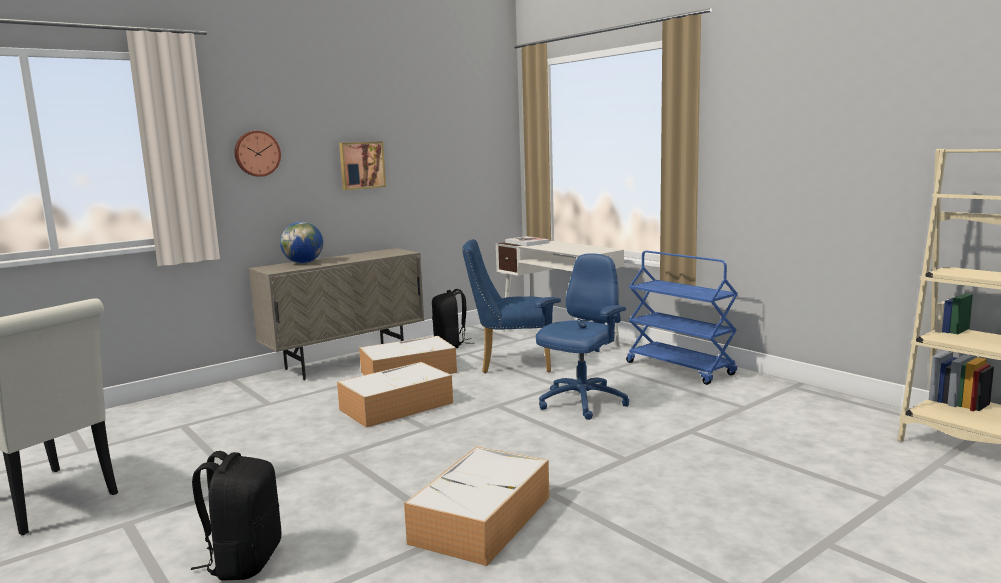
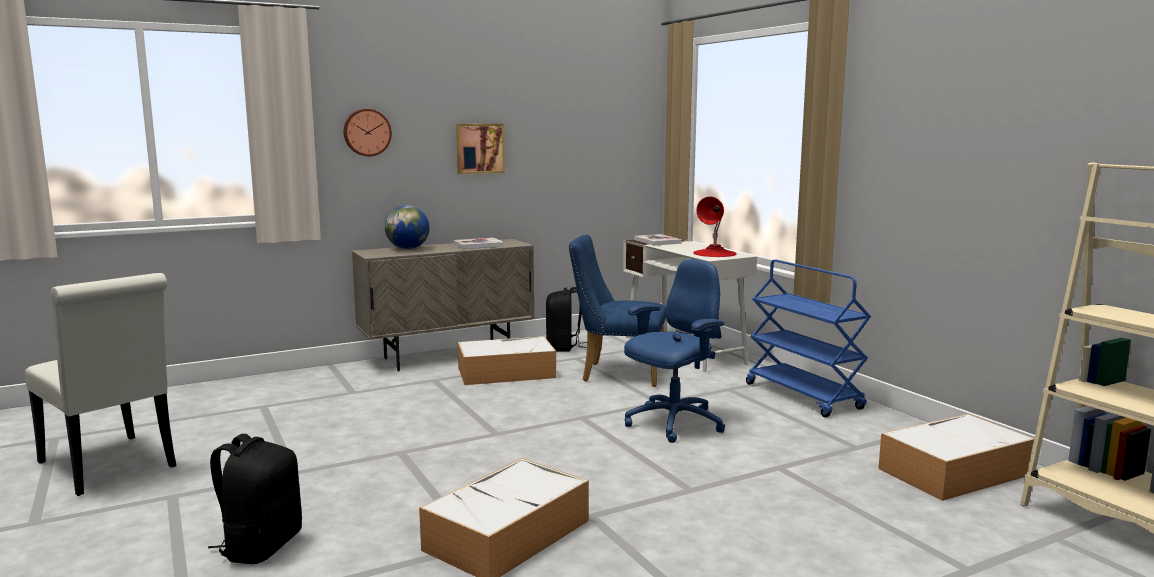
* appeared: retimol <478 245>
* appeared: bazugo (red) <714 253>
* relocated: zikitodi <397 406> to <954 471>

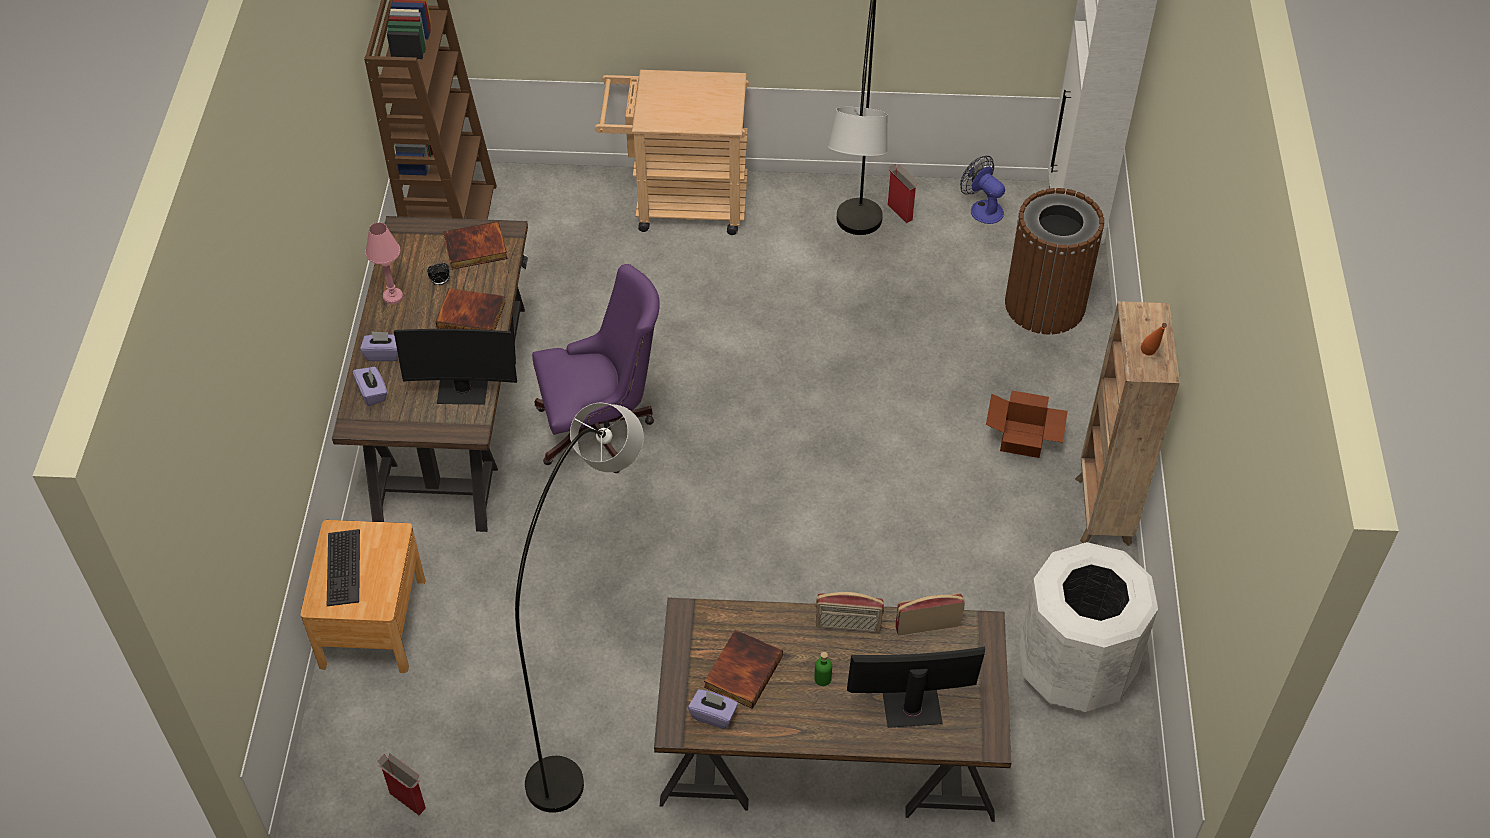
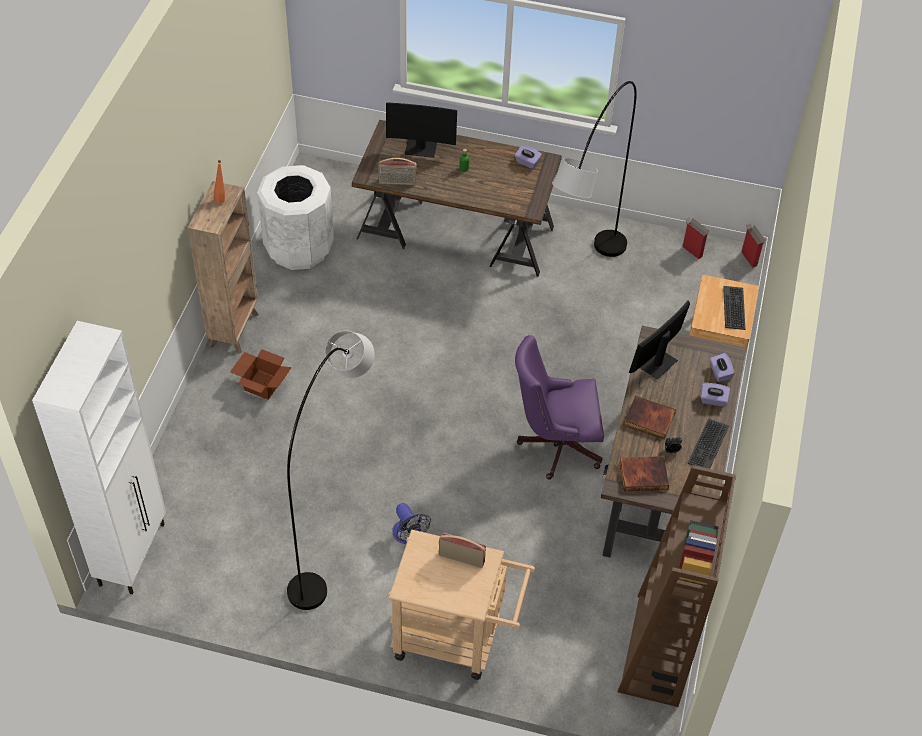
* relocated: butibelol <982 208> to <408 536>
* relocated: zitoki <848 626> to <462 558>
* spun: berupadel <463 390> = <656 364> 60 degrees counterclockwise
* exchanged: bazugo (pink) <393 297> to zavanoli <707 444>
* relocated: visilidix <900 213> to <748 258>
* missing: retimol <742 670>
* missing: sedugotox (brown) <1044 304>

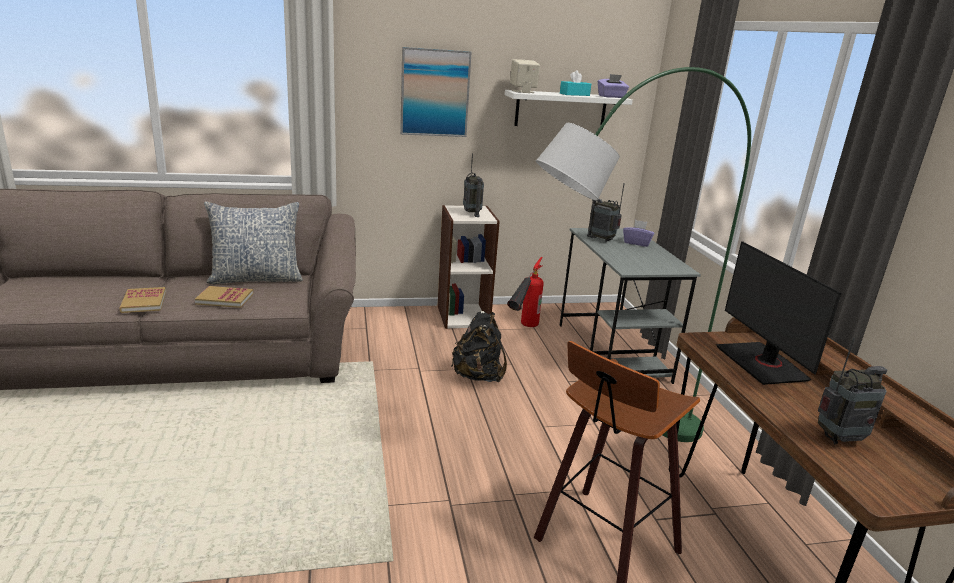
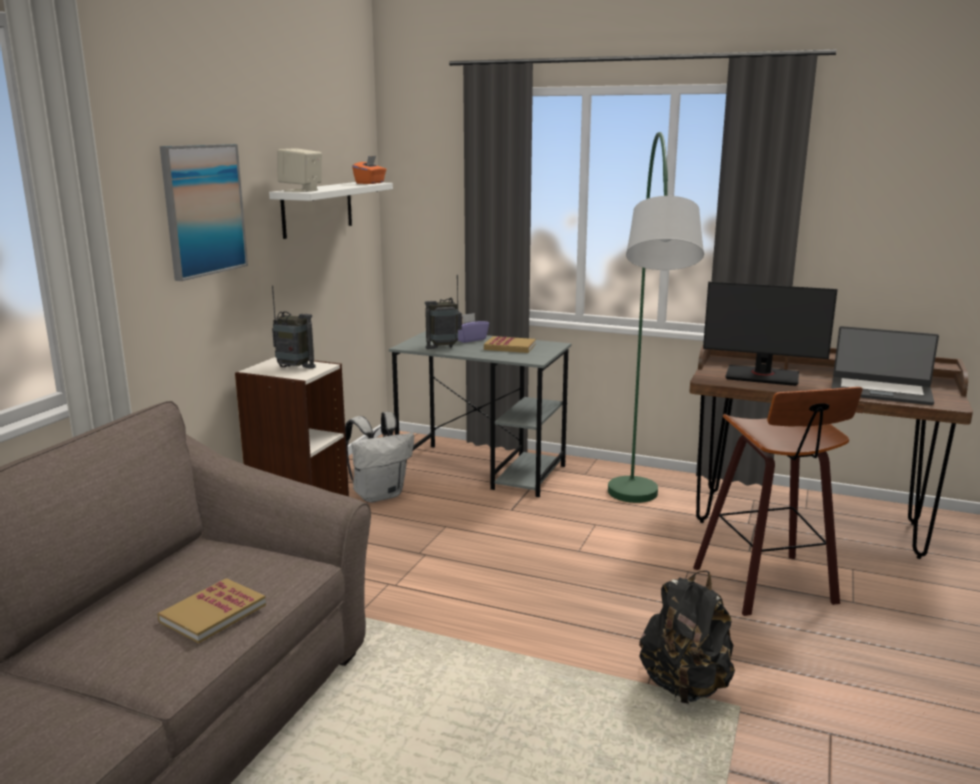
* exchanged: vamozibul <522 329> to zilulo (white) <379 494>
* colour: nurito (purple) <611 97> to nurito (orange) <370 183>
* relocated: retimol <144 302> to <509 347>
* relocated: zilulo (black) <478 376> to <685 686>
* exchanged: zitoki <839 439> to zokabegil <880 391>
* missing: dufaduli <256 278>
* missing: nurito (turquoise) <574 94>

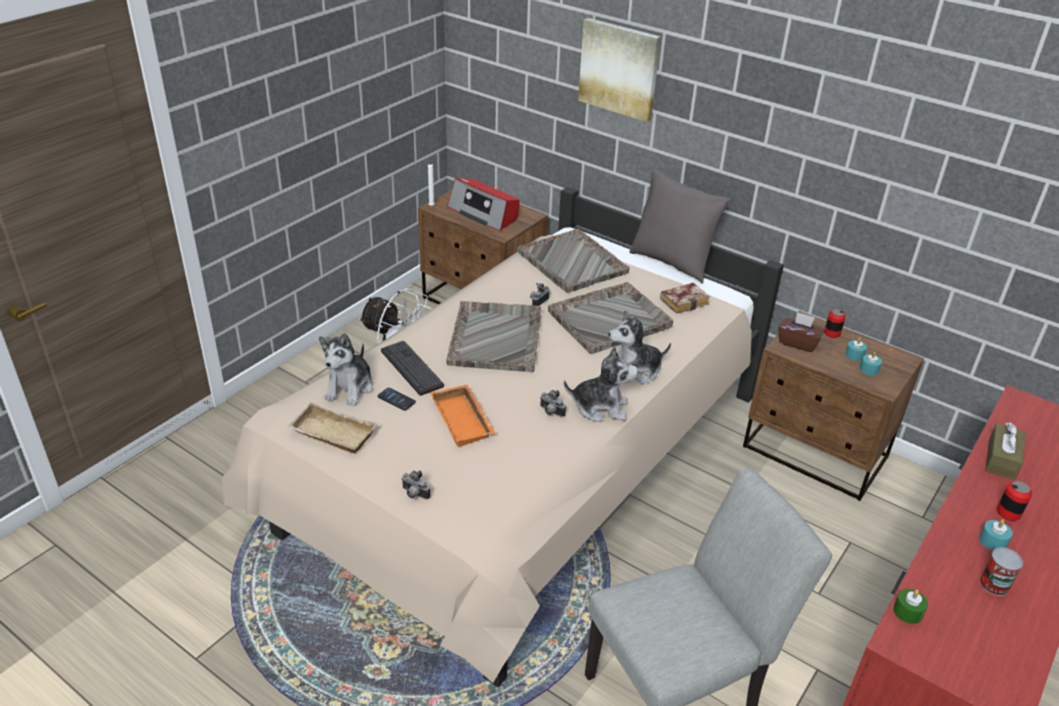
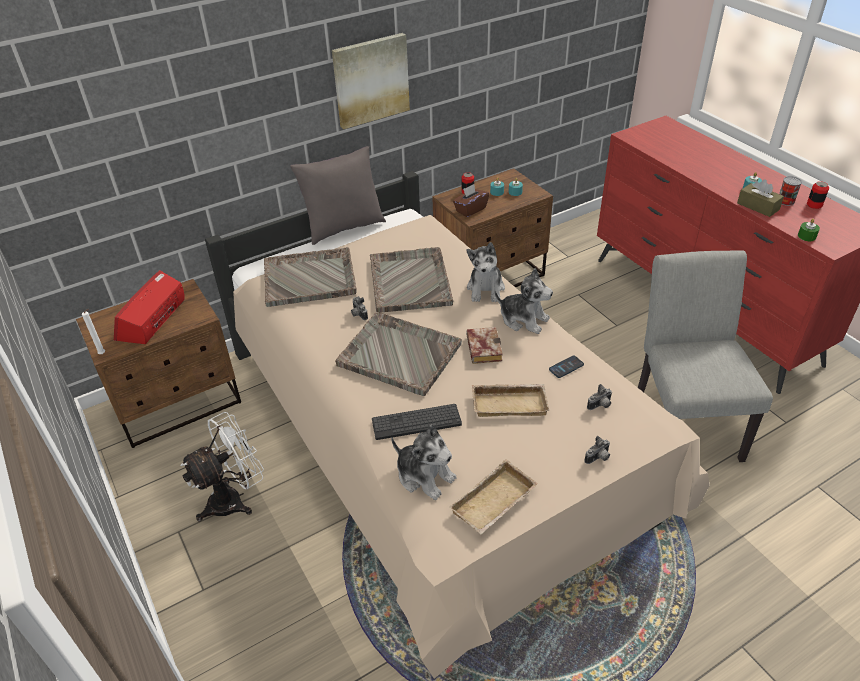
* spun: zitoki <484 213> = <152 319> 135 degrees clockwise
* relocated: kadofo <619 69> to <370 80>
* relocated: retimol <684 301> to <482 348>
* colour: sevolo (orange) <464 420> to sevolo (beige) <510 403>
* spun: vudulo <600 407> = <523 319> 90 degrees clockwise
* relocated: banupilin <396 399> to <566 367>
* relocated: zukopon <550 412> to <600 406>
* relocated: nurito (brown) <1001 459> to <758 206>
* relocated: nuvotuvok <1008 513> to <814 205>

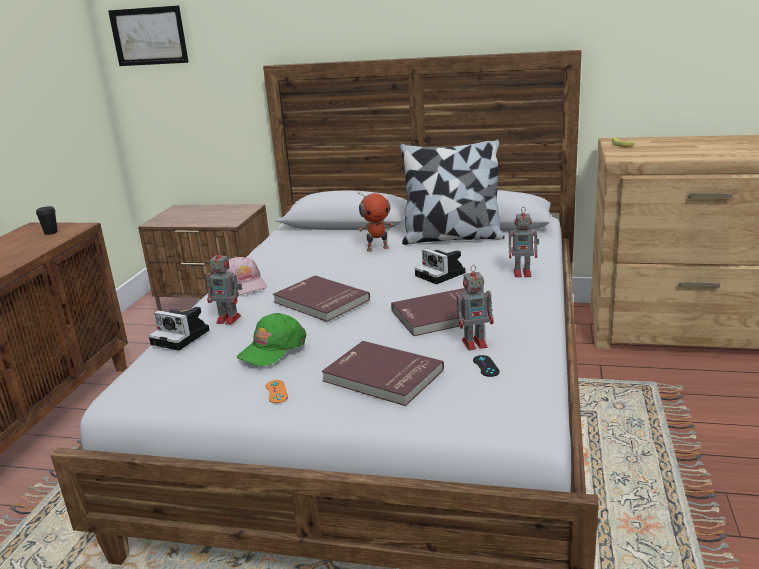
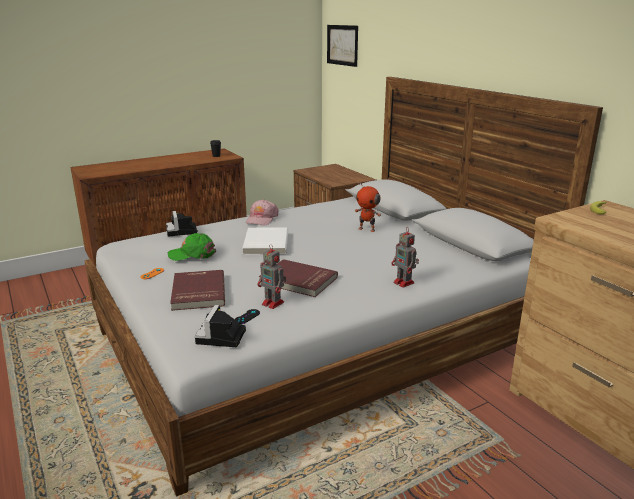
* relocated: zukopon <442 274> to <221 338>
* colour: retimol (red) <320 302> to retimol (white) <265 243>
* missing: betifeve <230 319>
* missing: dufaduli <452 237>

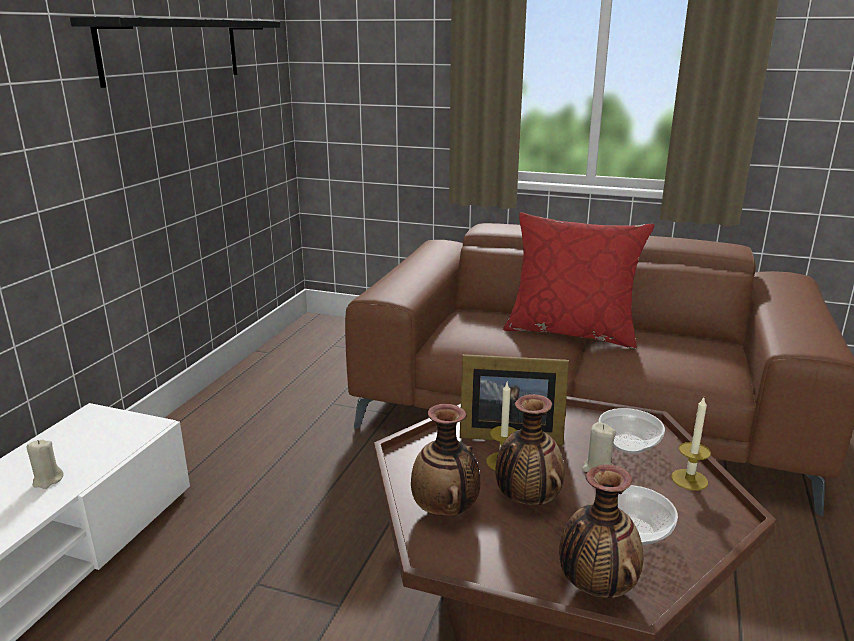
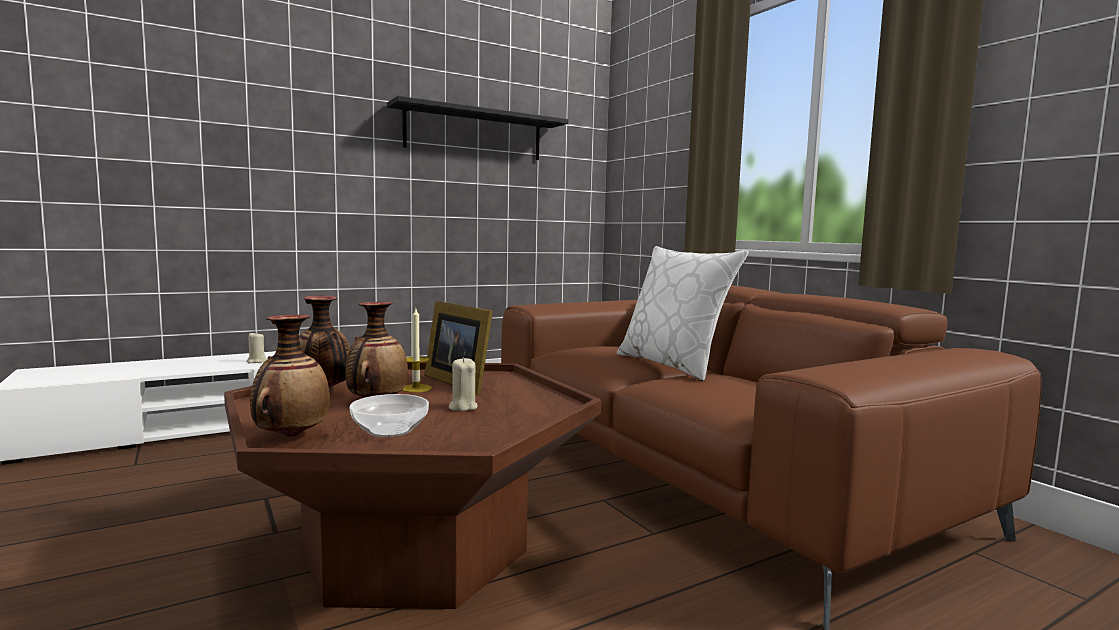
* colour: dufaduli (red) <571 332> to dufaduli (white) <673 365>
* missing: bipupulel <627 443>
* missing: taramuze <689 479>

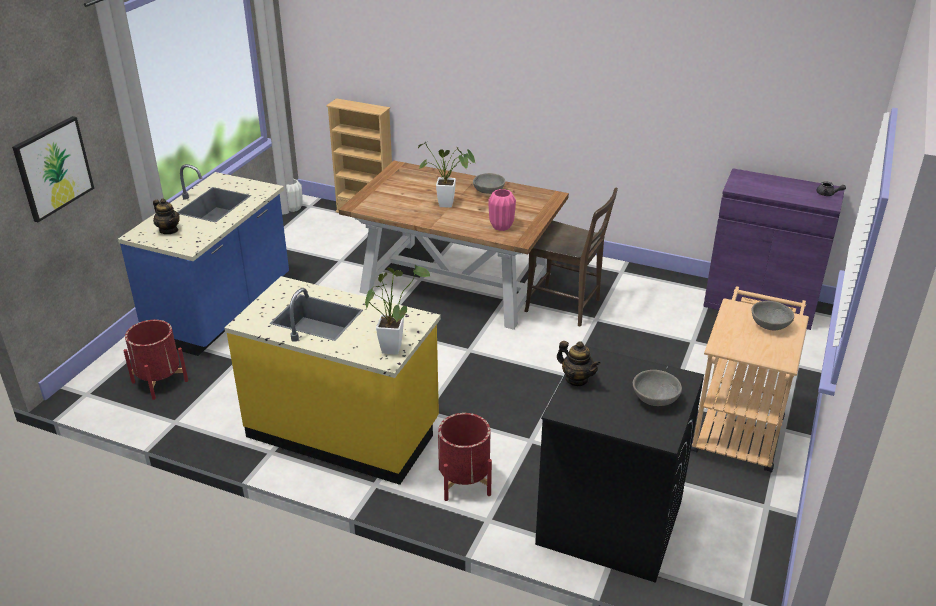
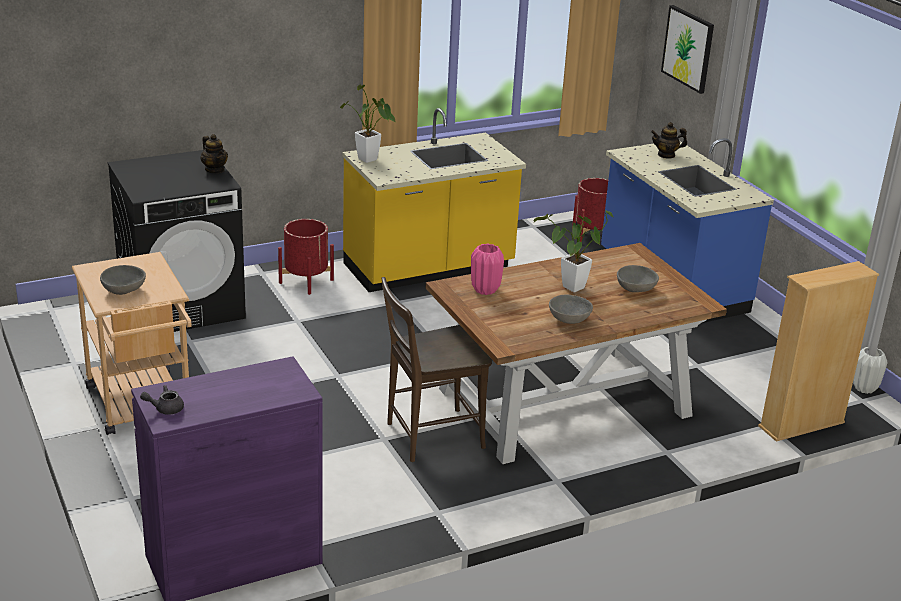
* spun: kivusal <577 379> = <214 170> 120 degrees counterclockwise
* relocated: bipupulel (grey) <655 399> to <635 289>

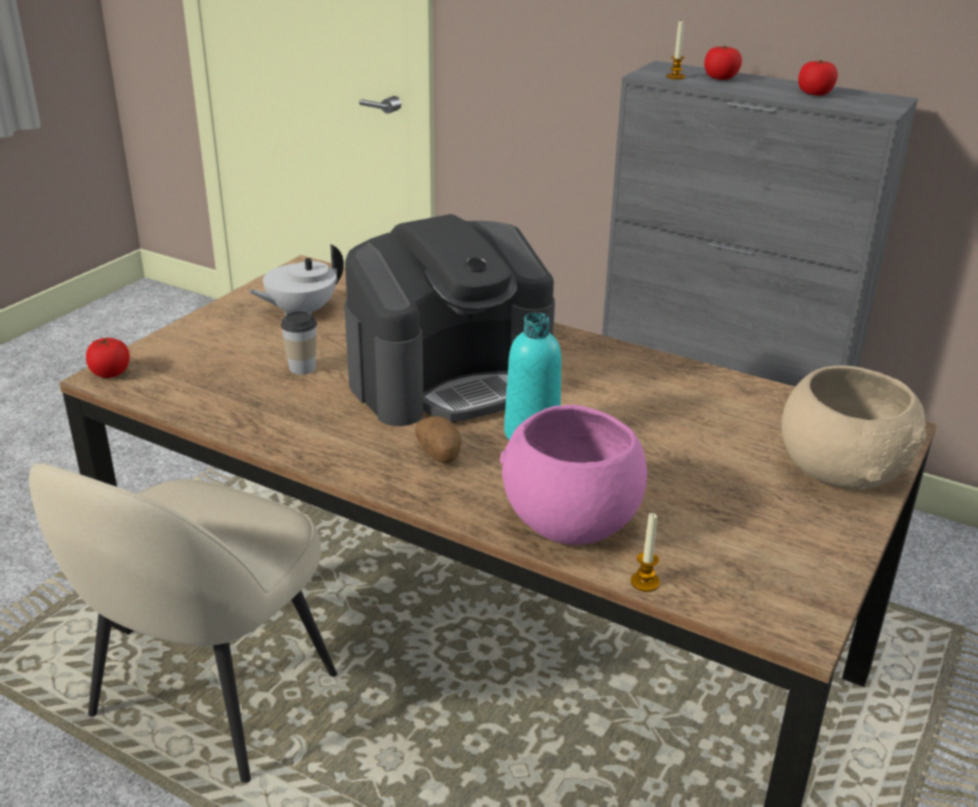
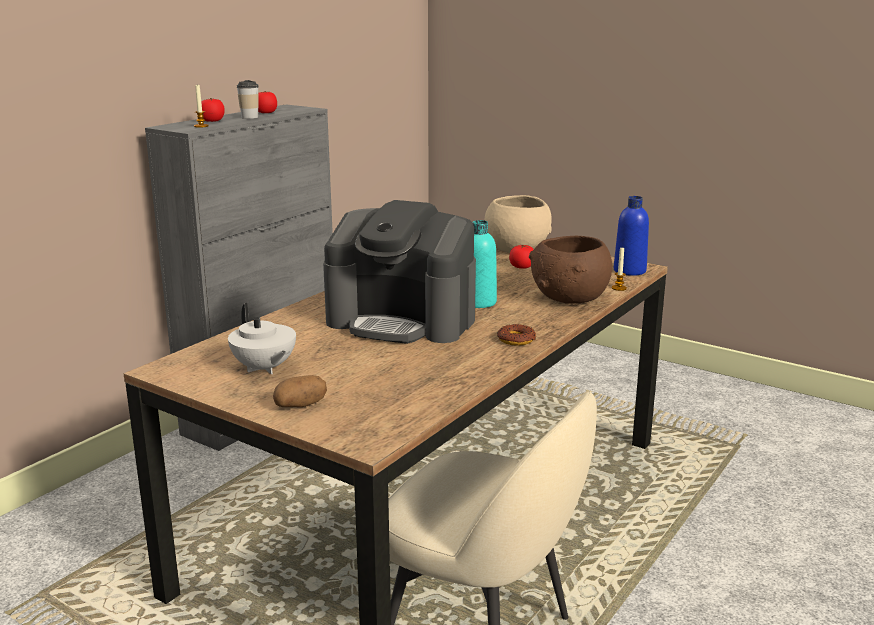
* relocated: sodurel <302 368> to <249 117>
* relocated: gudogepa <440 455> to <300 405>
* spun: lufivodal <450 379> = <402 320> 135 degrees clockwise
* appeared: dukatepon <516 340>
* relocated: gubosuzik <110 373> to <522 267>
* colour: bipupulel (pink) <568 520> to bipupulel (brown) <569 299>
* appeared: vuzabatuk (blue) <629 271>

